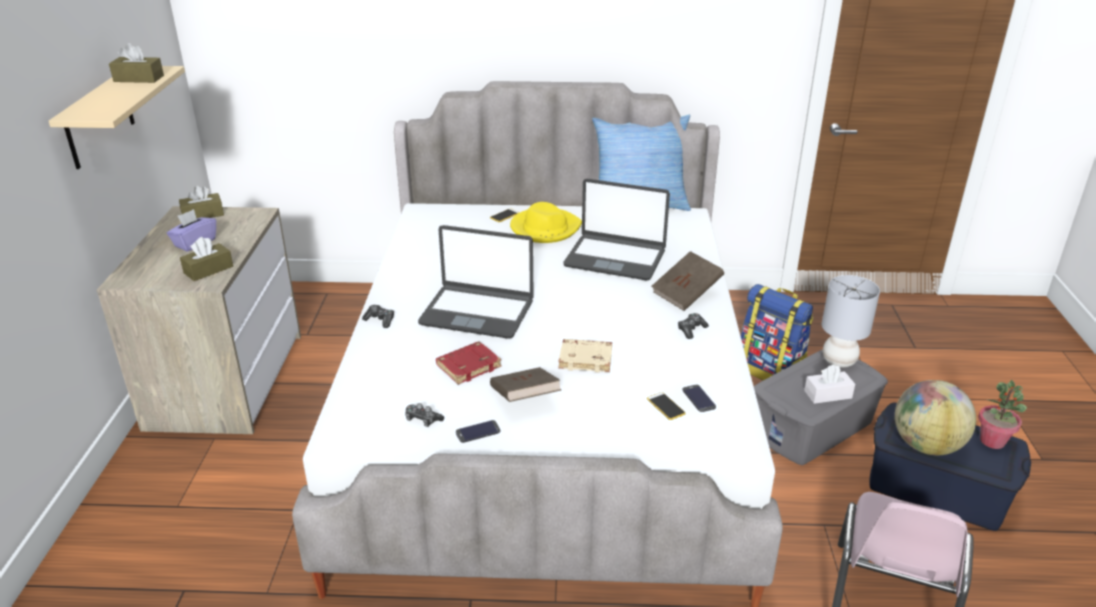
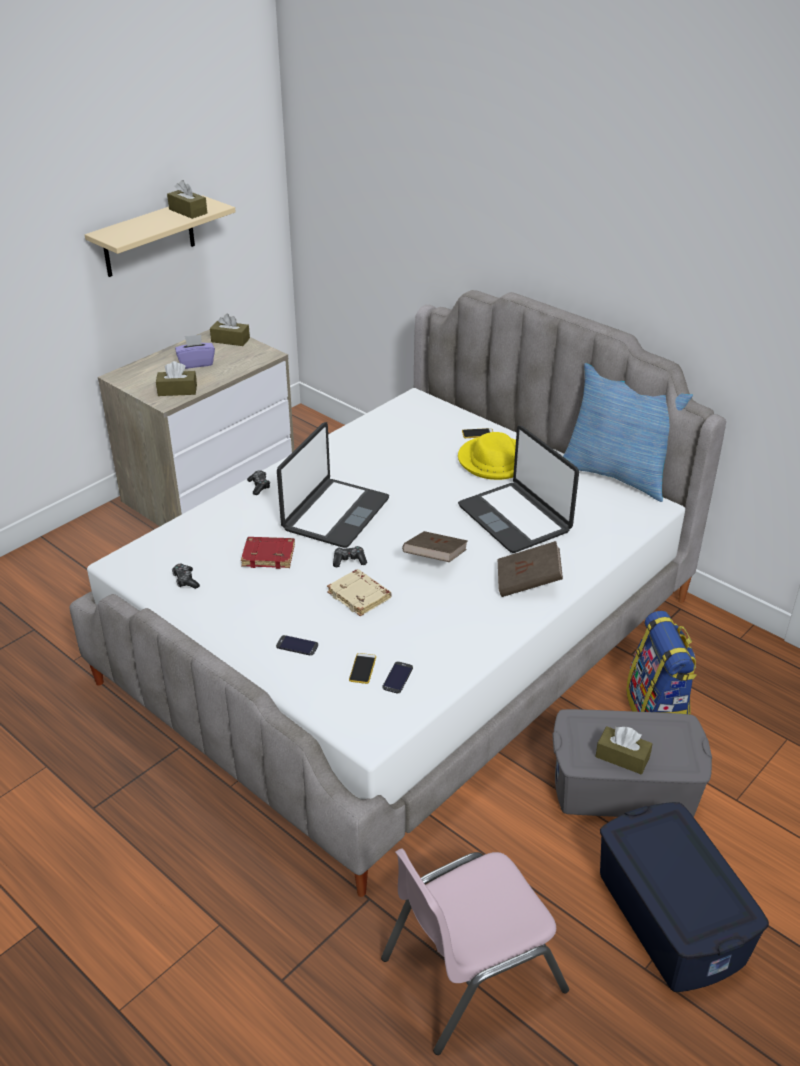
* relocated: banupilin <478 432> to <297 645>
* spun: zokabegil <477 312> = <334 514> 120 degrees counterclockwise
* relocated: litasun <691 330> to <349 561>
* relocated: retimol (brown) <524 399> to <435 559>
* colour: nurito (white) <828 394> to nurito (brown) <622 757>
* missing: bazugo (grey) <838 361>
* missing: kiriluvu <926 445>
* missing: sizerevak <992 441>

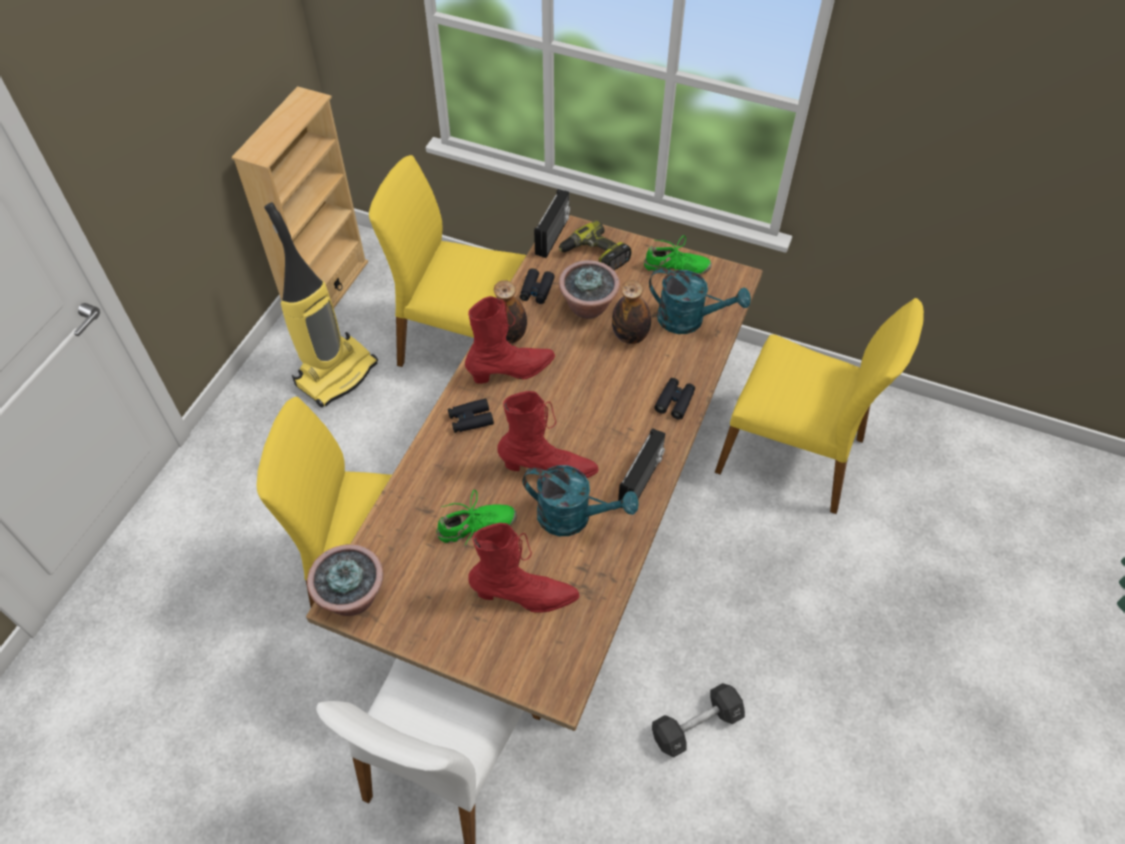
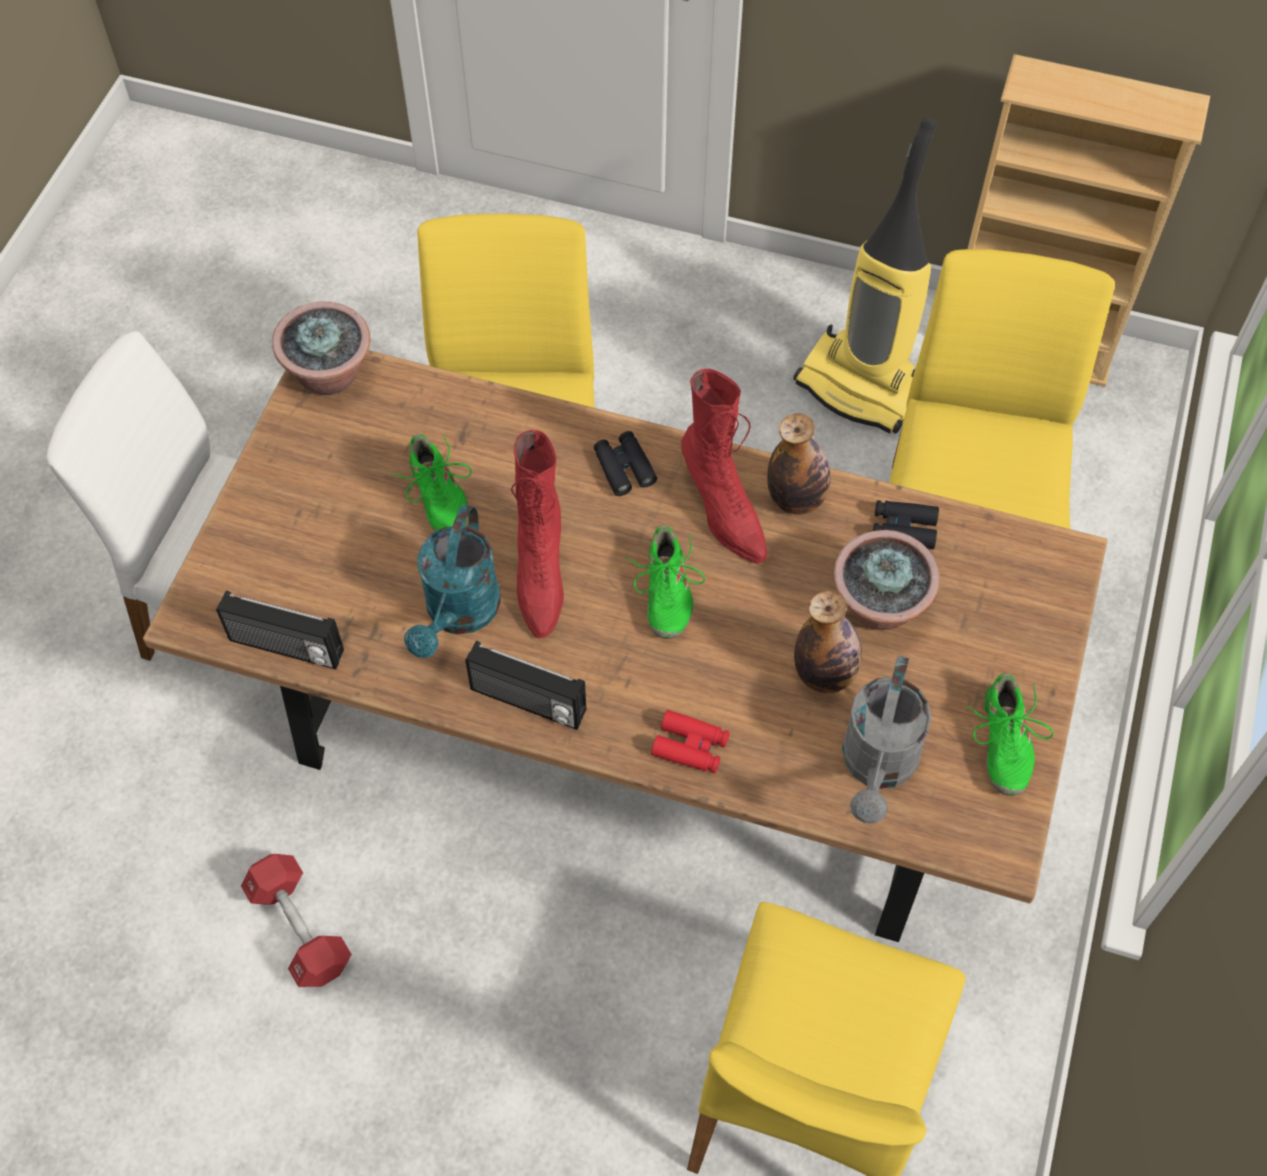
* relocated: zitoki <553 236> to <286 648>
* colour: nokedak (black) <696 725> to nokedak (red) <300 928>
* appeared: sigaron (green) <665 592>
* colour: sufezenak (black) <675 401> to sufezenak (red) <690 746>
* colour: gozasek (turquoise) <689 320> to gozasek (grey) <878 767>
* missing: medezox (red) <525 597>
* missing: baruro <594 255>

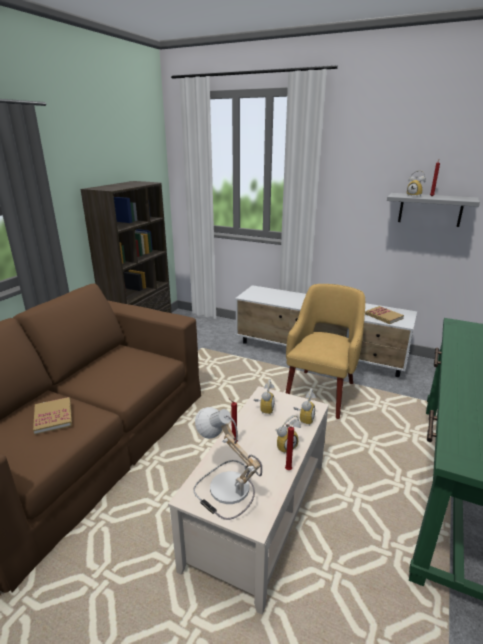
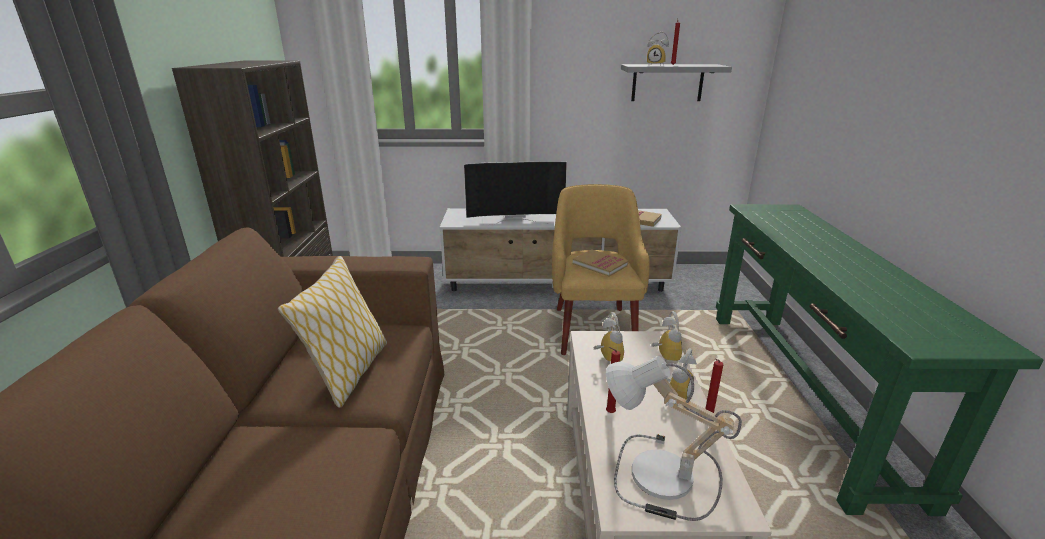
* appeared: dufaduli <349 373>
* appeared: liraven <516 219>
* relocated: retimol <53 417> to <600 264>

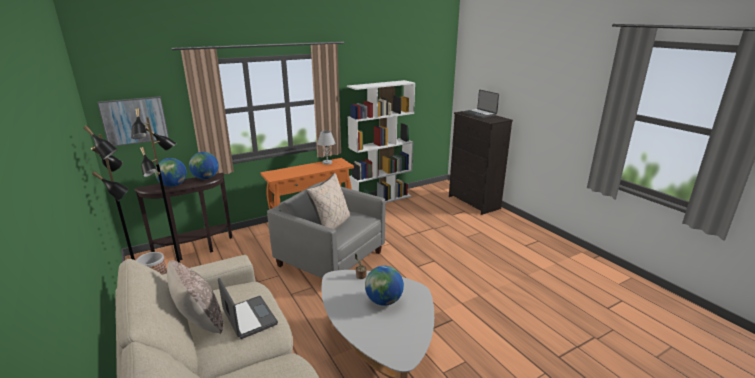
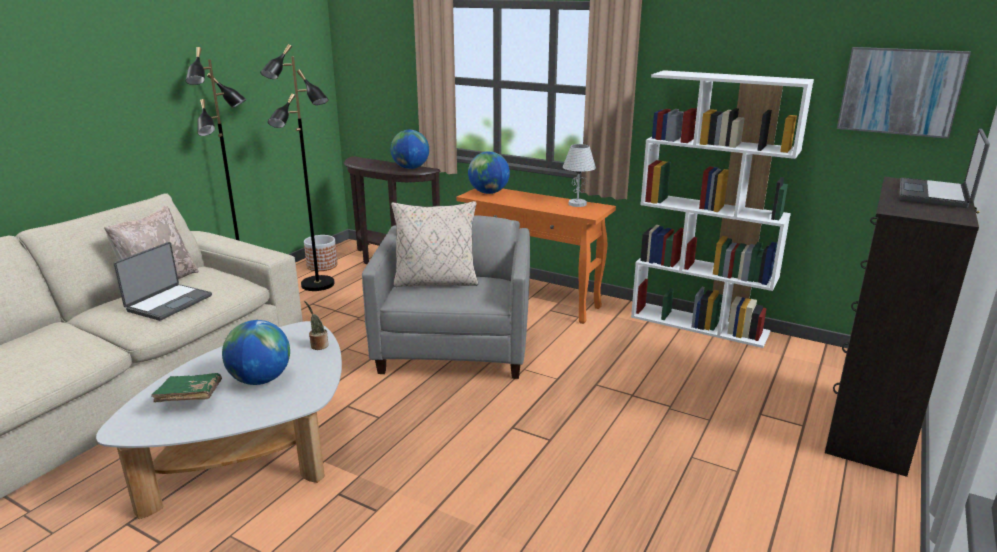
* appeared: retimol (green) <190 398>
* relocated: kiriluvu <173 185> to <488 193>
* relocated: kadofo <134 120> to <900 91>

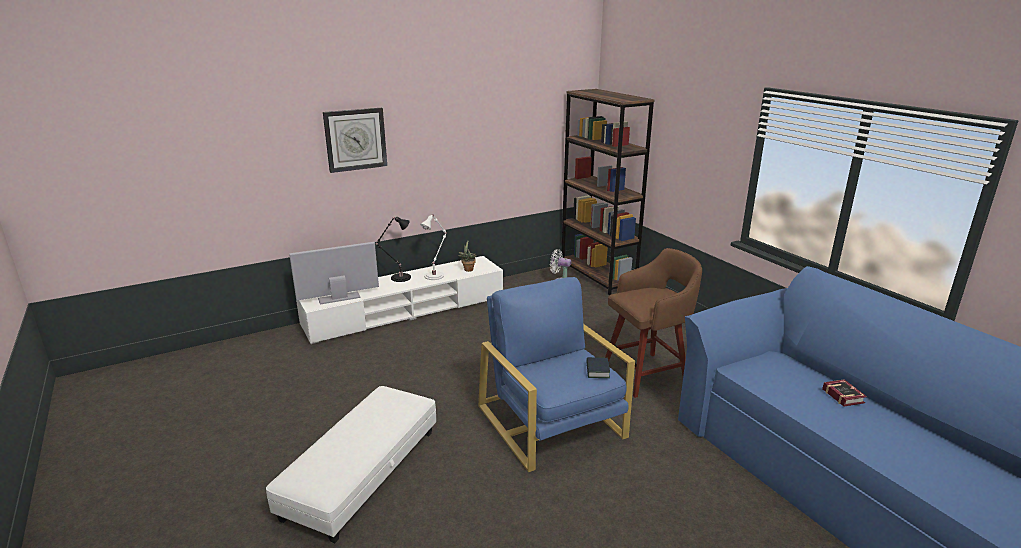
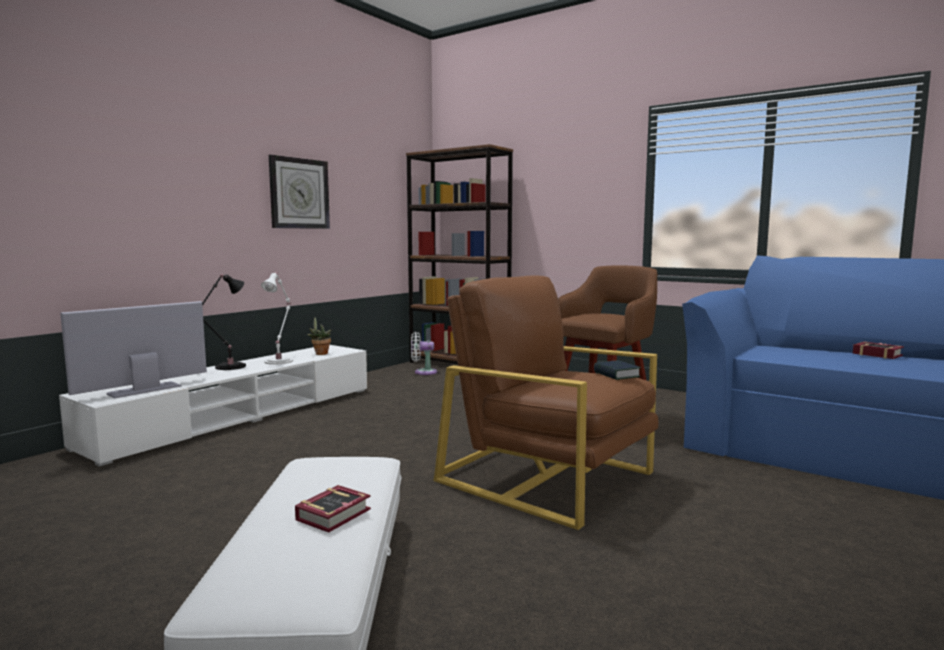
* relocated: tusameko <355 139> to <299 193>
* appeared: retimol <337 514>
* colour: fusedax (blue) <551 422> to fusedax (brown) <548 477>

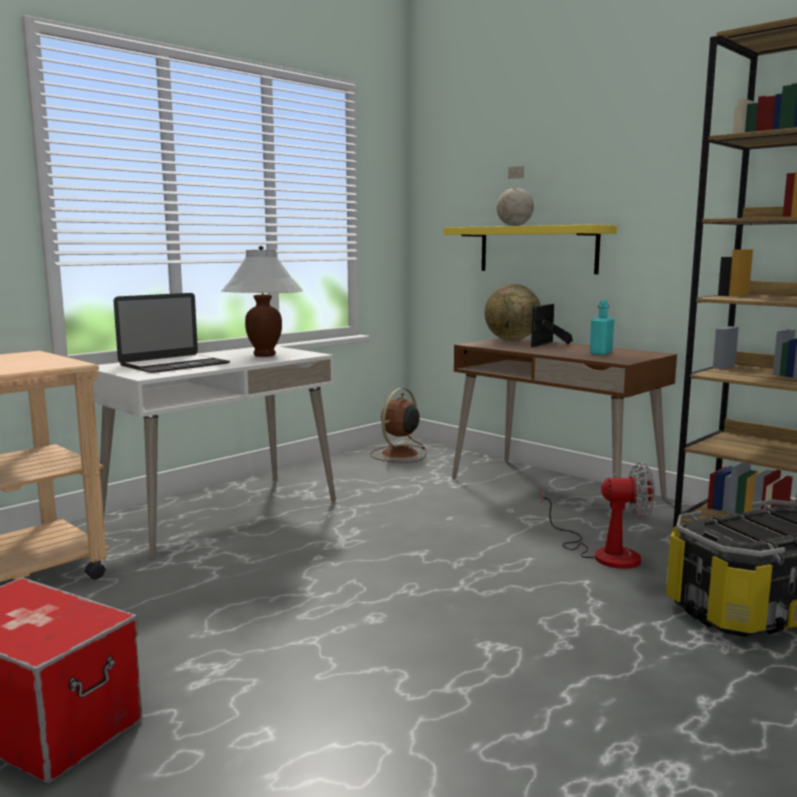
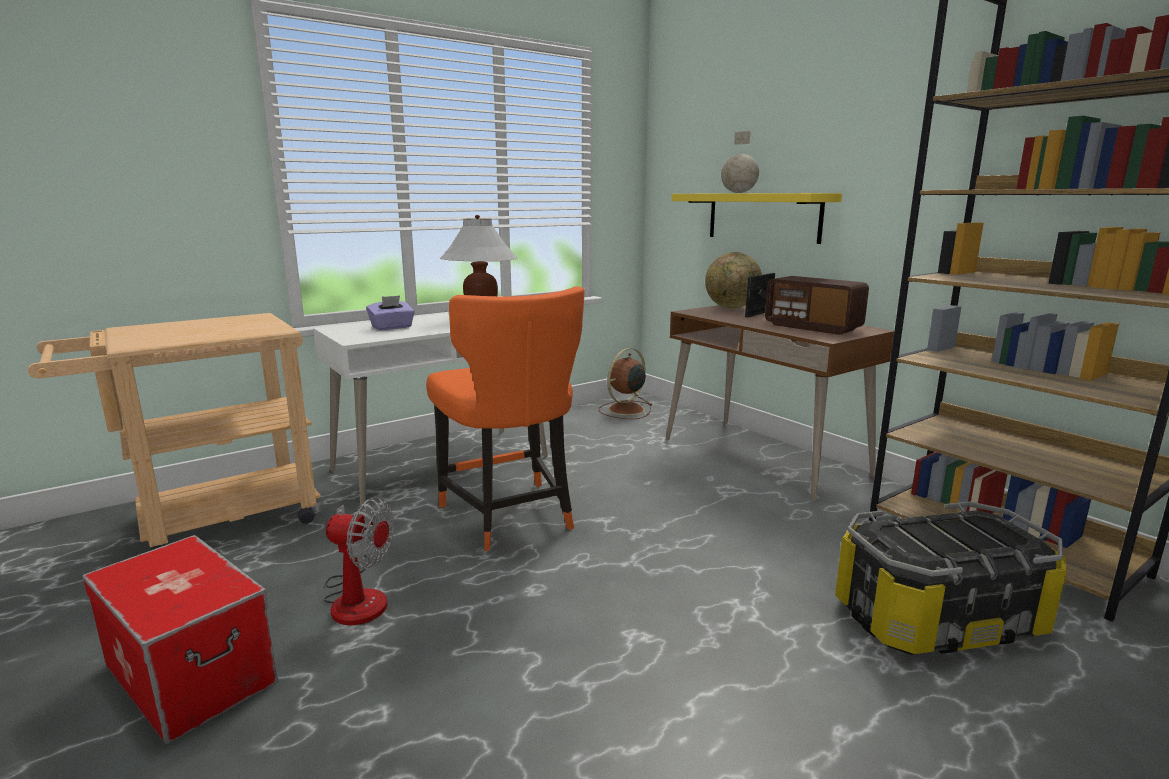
* relocated: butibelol <604 553> to <357 597>
* exchanged: zokabegil <174 364> to nurito (purple) <392 327>
* appeared: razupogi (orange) <510 517>
* exchanged: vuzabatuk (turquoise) <601 353> to zitoki <812 327>

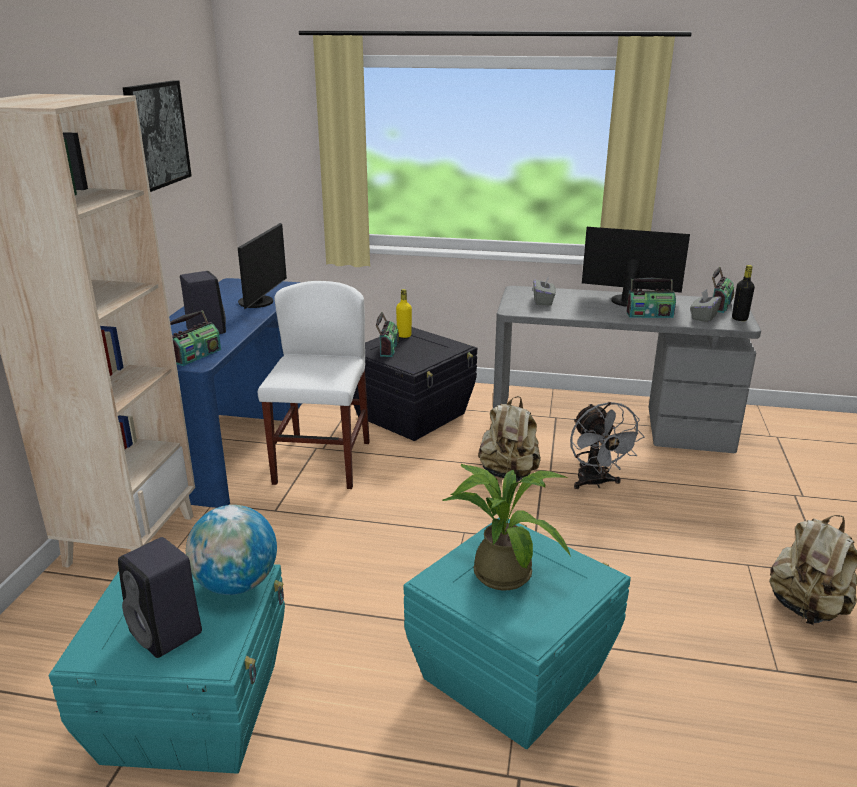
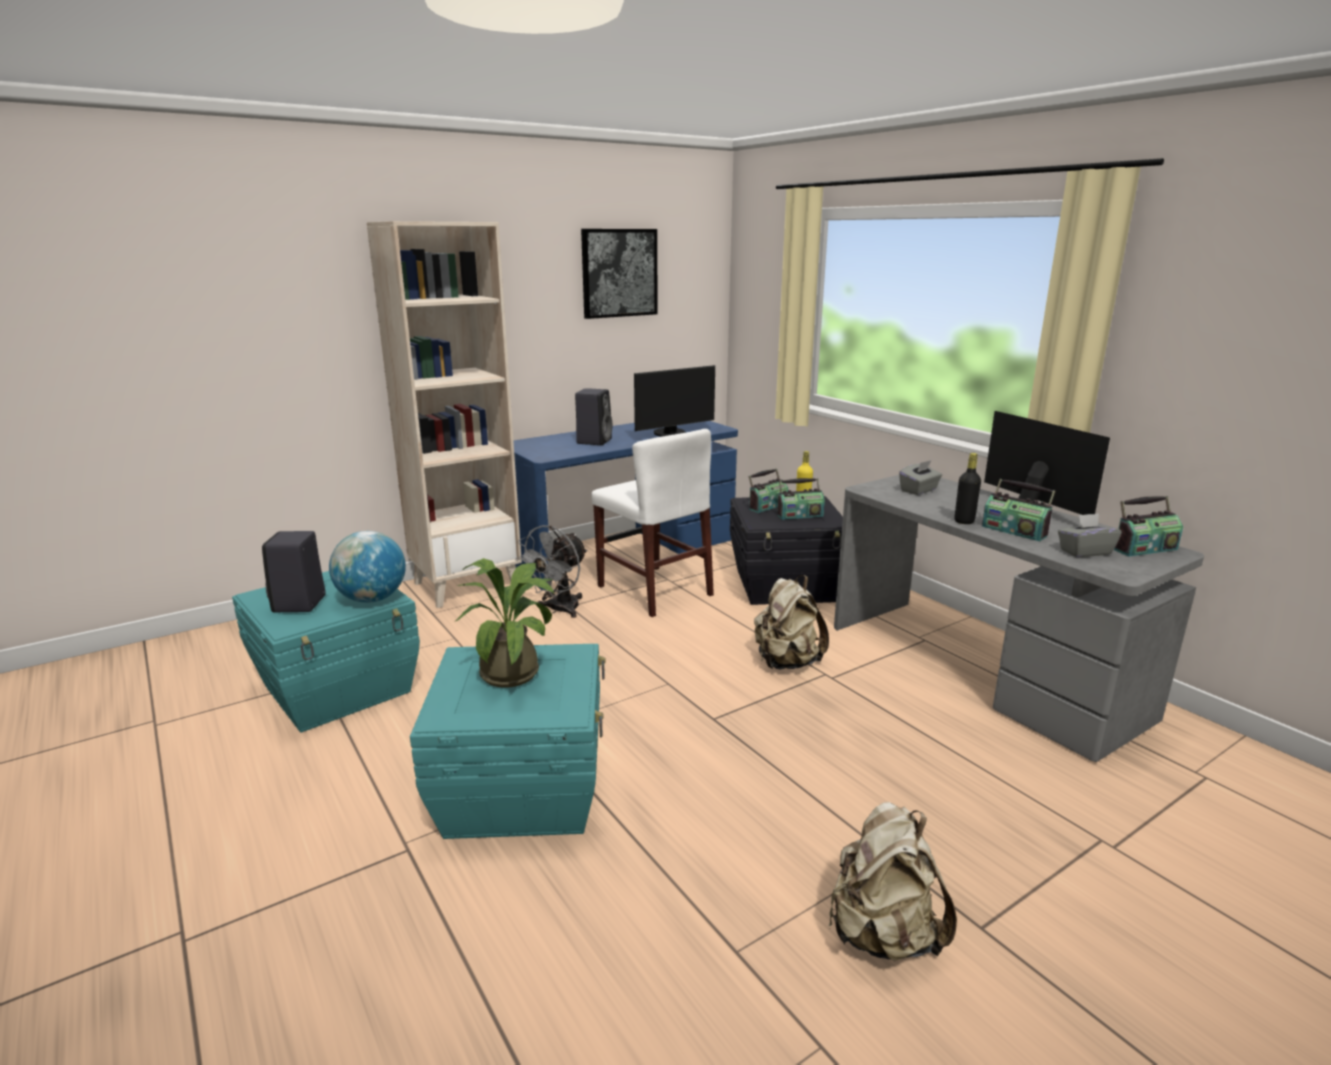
* relocated: butibelol (grey) <595 483> to <558 610>
* spun: razupogi (white) <322 462> = <654 590> 90 degrees clockwise
* relocated: zitoki <196 355> to <799 515>
* relocated: vuzabatuk (black) <739 318> to <964 521>

